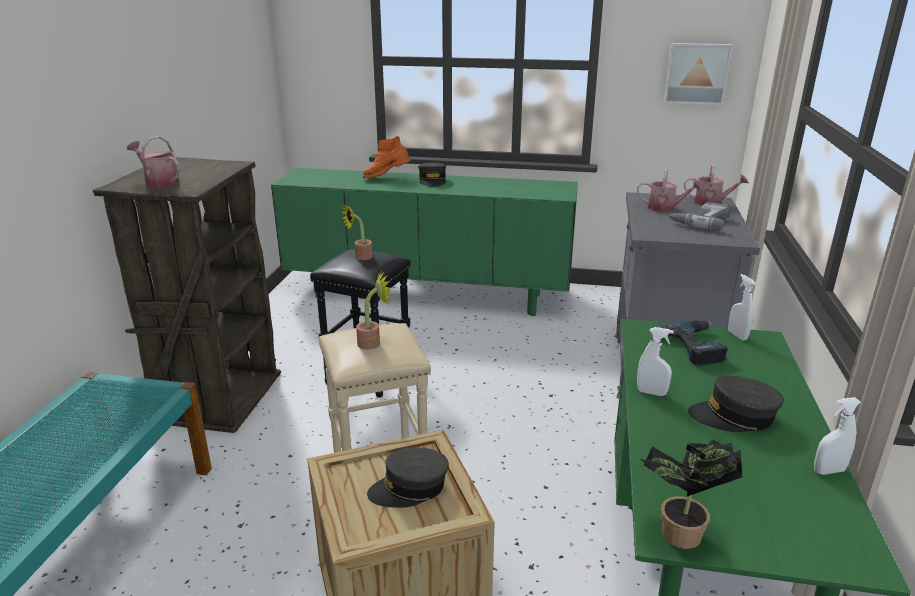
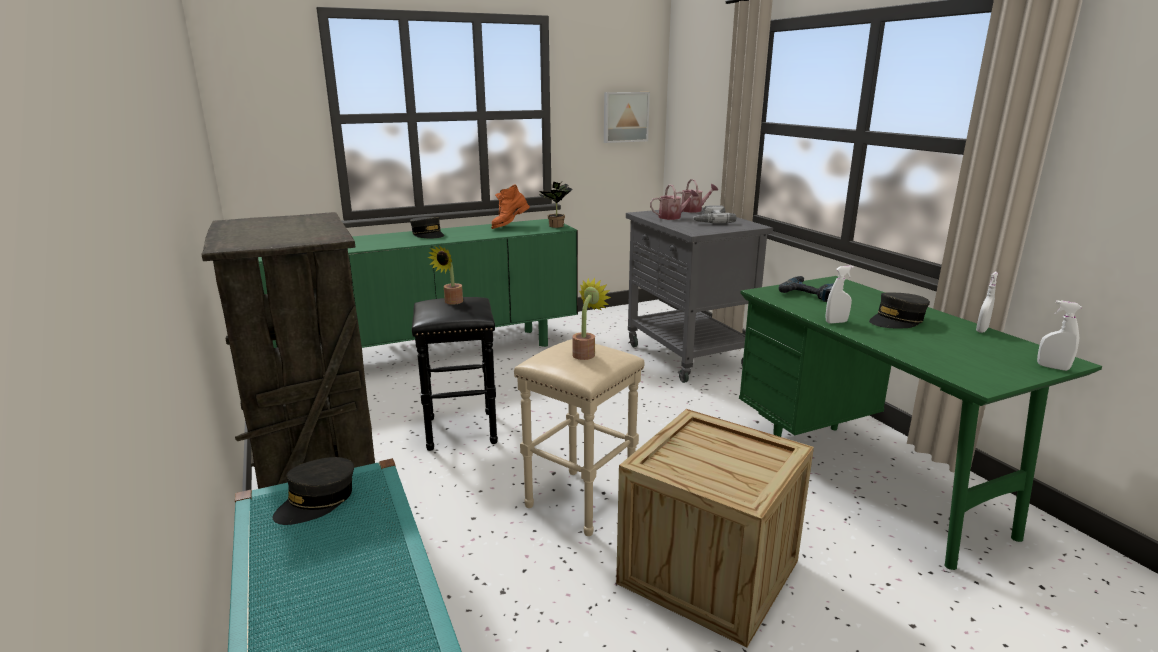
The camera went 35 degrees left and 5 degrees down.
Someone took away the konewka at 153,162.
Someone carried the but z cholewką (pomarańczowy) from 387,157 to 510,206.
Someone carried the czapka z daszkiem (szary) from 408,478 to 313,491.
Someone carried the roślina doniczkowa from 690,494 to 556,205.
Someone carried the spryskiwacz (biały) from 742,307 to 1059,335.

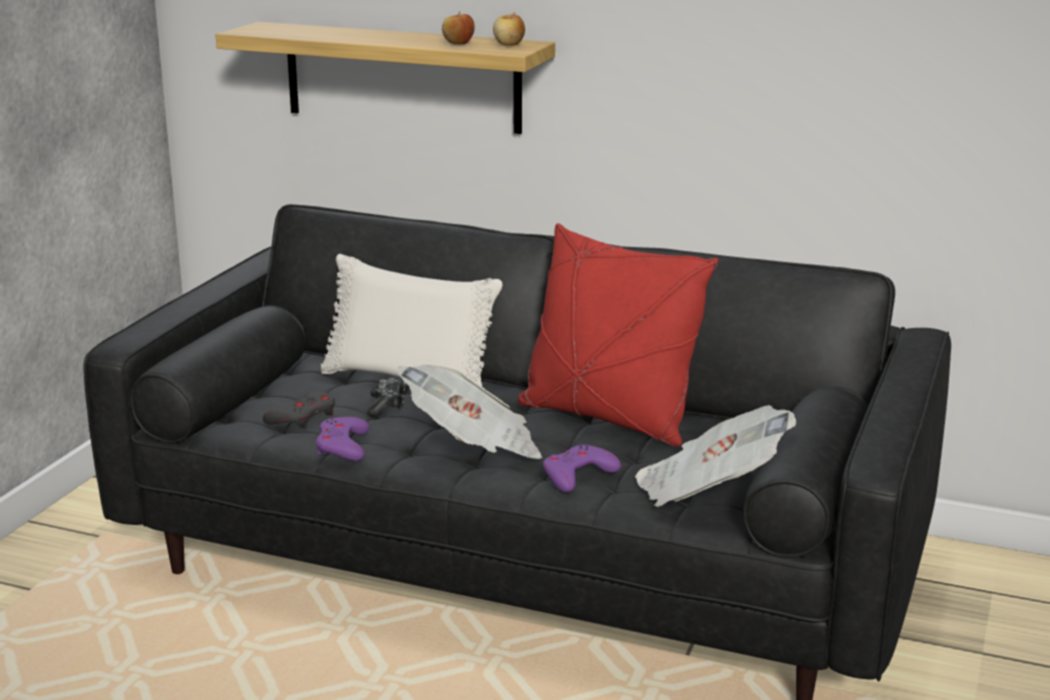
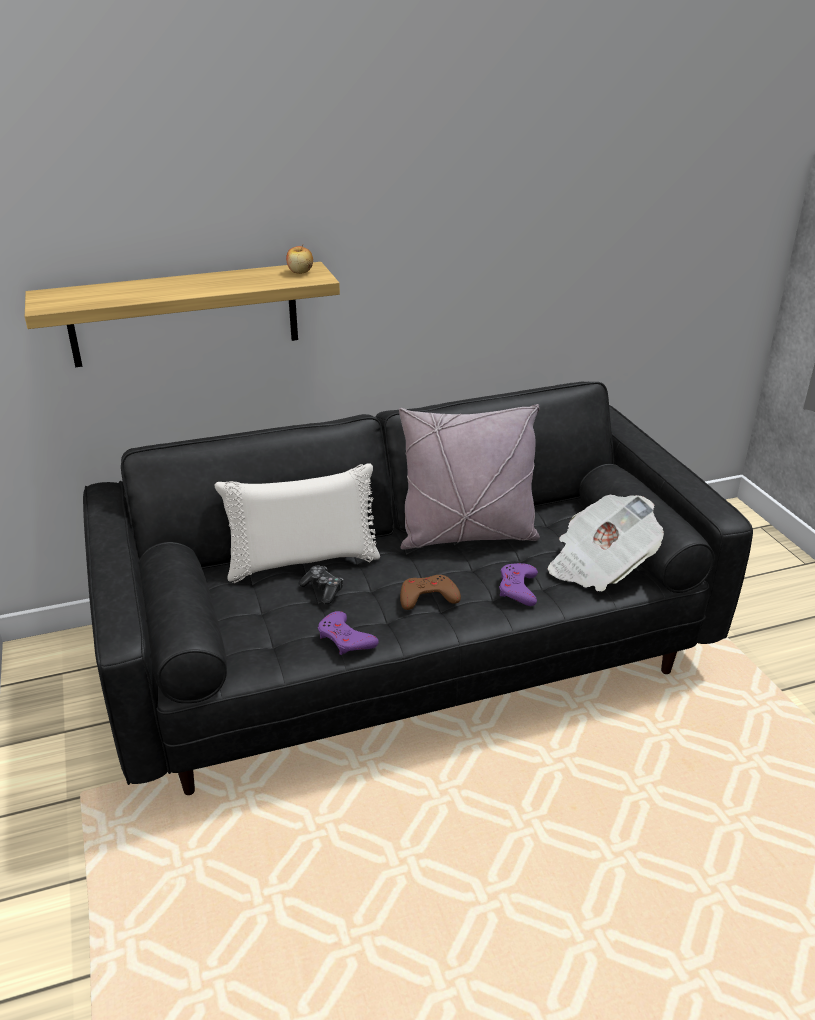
The camera went 40 degrees left and 10 degrees up.
Someone took away the pad do gier (szary) at 299,409.
Someone took away the jabłko at 458,28.
Someone swapped the gazeta at 470,412 for the pad do gier (brązowy) at 430,592.
Someone repainted the poduszka (czerwony) at 618,335, which became the poduszka (fioletowy) at 469,477.

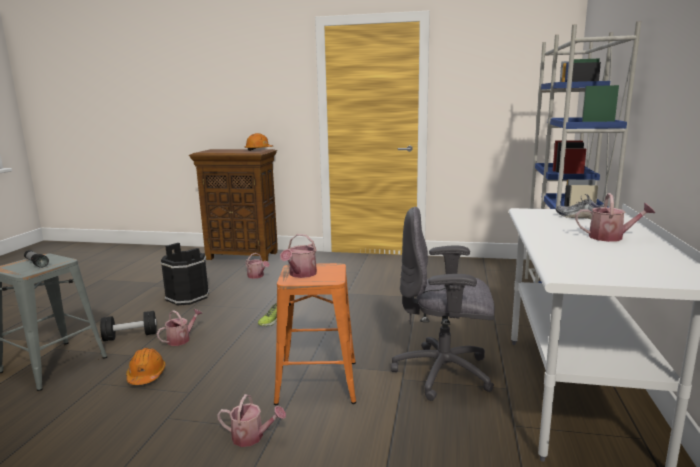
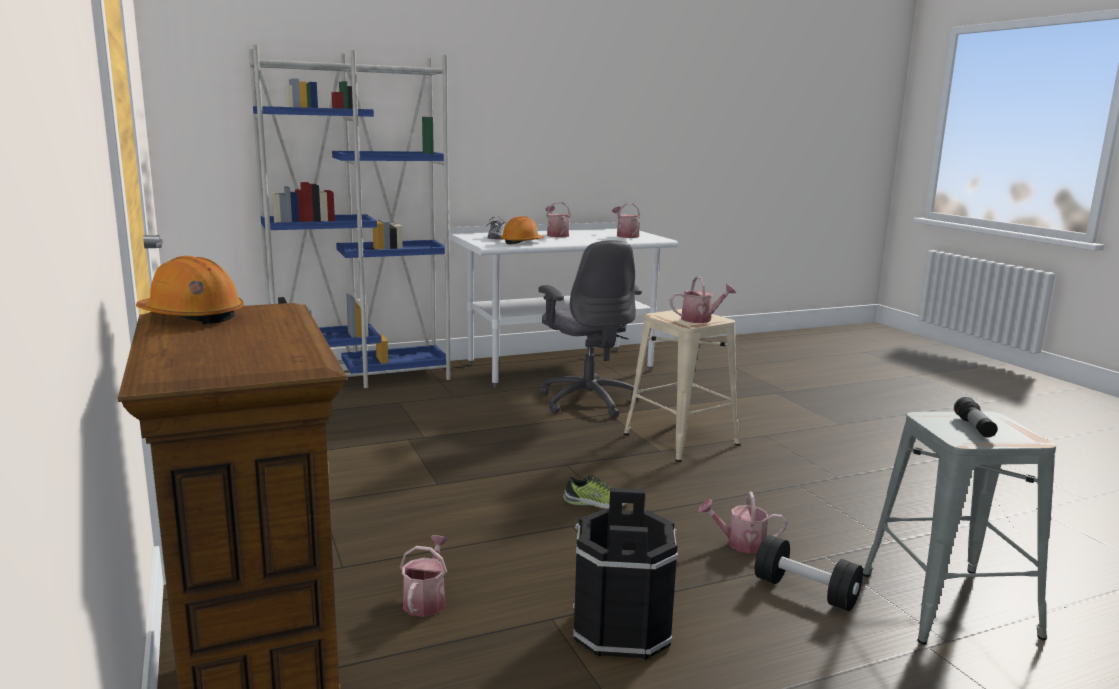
The camera went 125 degrees left and 0 degrees up.
Someone carried the kask (pomarańczowy) from 146,366 to 522,230.
Someone carried the konewka from 251,420 to 626,220.
Someone repainted the stołek (pomarańczowy) at 315,334, which became the stołek (beżowy) at 682,385.

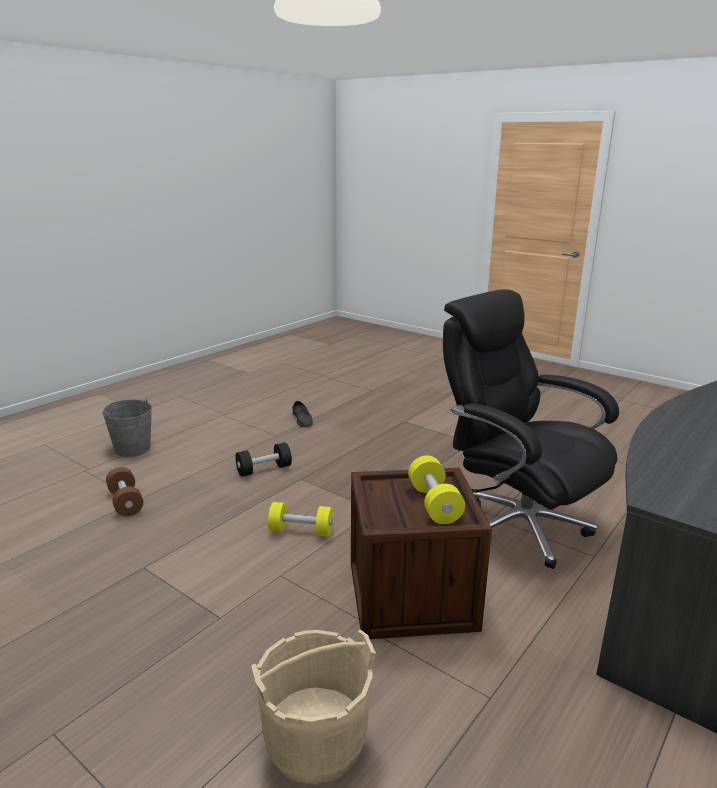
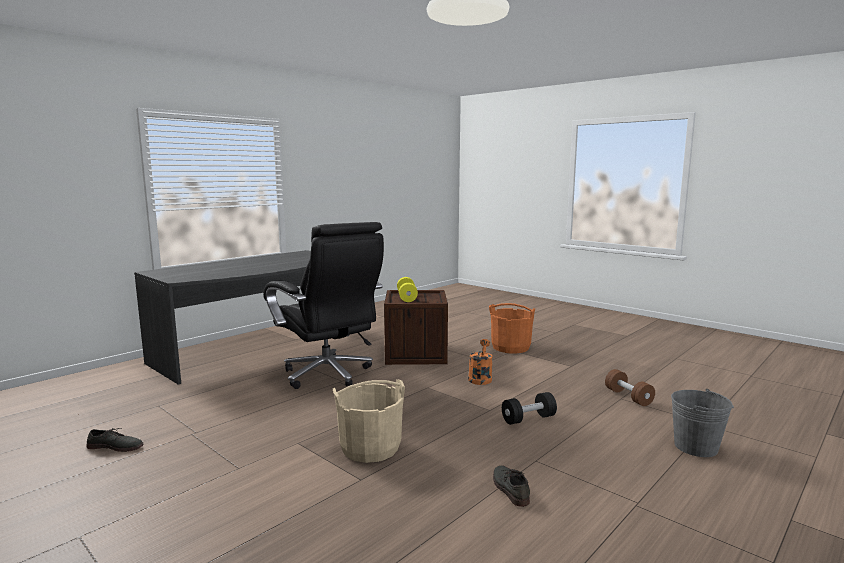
The camera went 175 degrees left and 10 degrees down.
Someone put down the but (szary) at 115,440.
Someone put down the wiadro (pomarańczowy) at 512,328.
Someone carried the wiadro (beżowy) from 313,707 to 369,421.
Someone swapped the hantel (żółty) at 300,519 for the konewka (pomarańczowy) at 480,362.

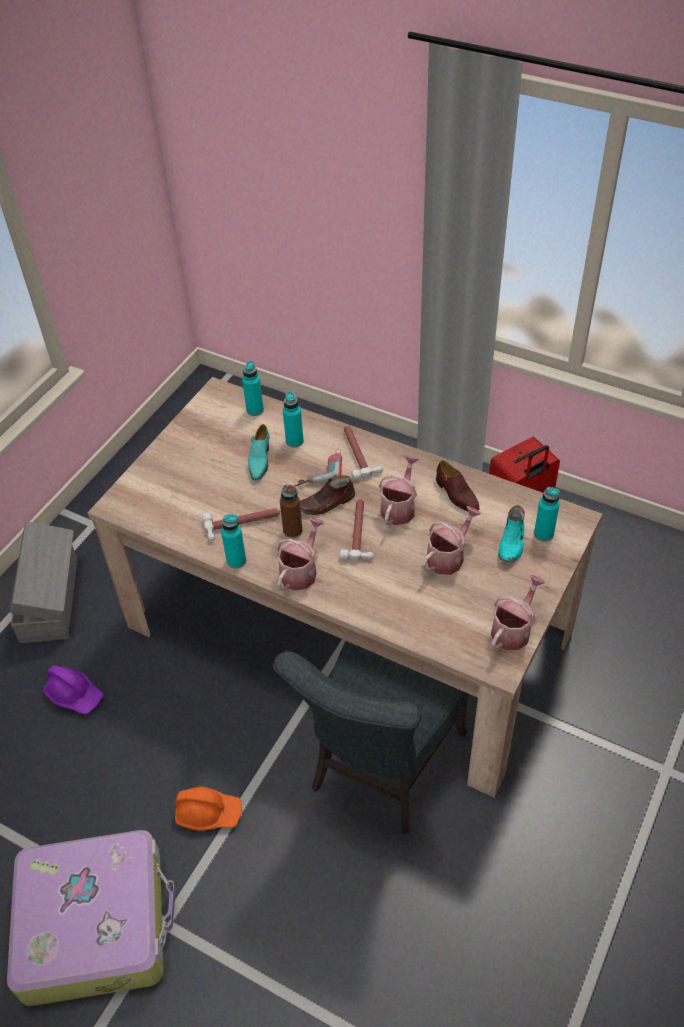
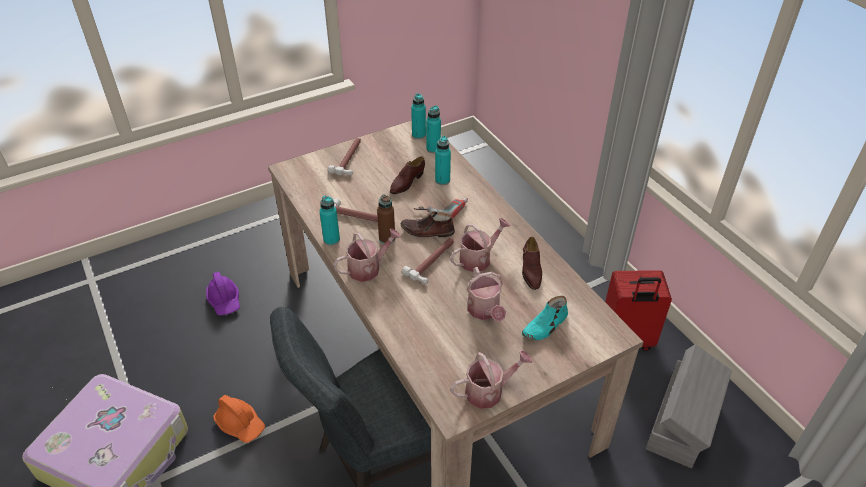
The camera went 30 degrees right and 5 degrees down.
Someone carried the pojemnik do przechowywania (szary) from 43,582 to 689,406.
Someone carried the młotek from 363,453 to 344,157.
Someone carried the butelka (turkusowy) from 547,514 to 418,116.
Someone repainted the but (turkusowy) at 259,452, which became the but (brązowy) at 407,175.
Someone rotated the konewka at 451,540 by 90 degrees clockwise.

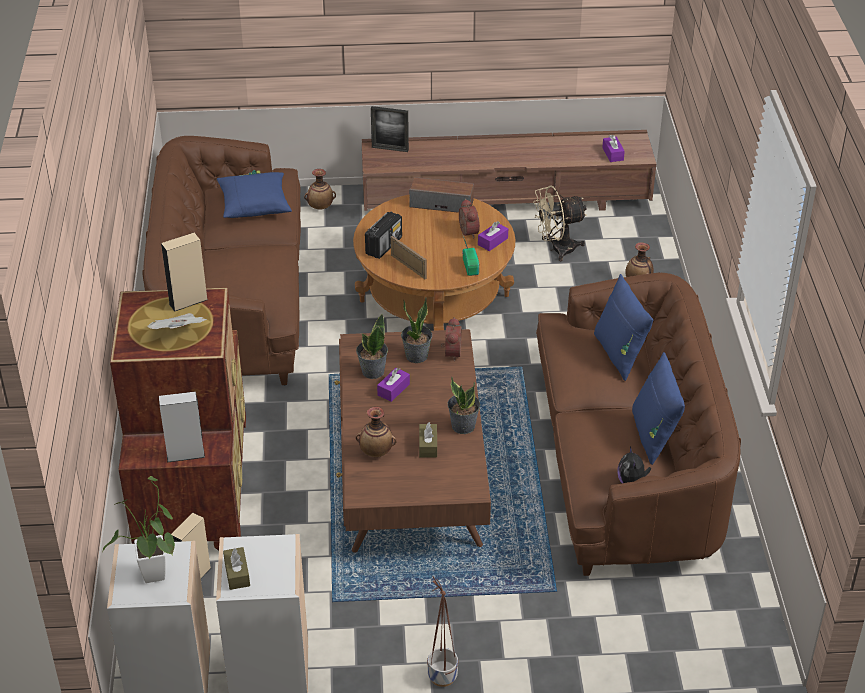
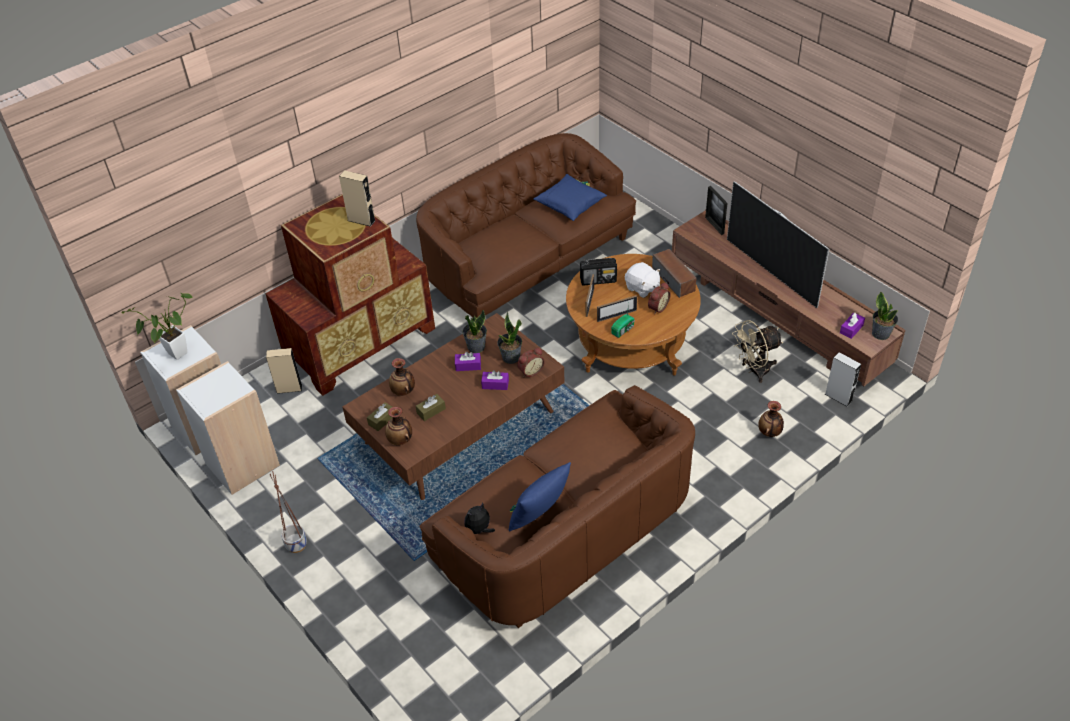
The camera went 55 degrees right and 5 degrees up.
Someone took away the gazeta at 178,321.
Someone took away the poduszka (niebieski) at 623,327.
Someone put down the ramka na zdjęcie at 617,308.
Someone put down the pluszak (biały) at 643,280.
Someone put down the telewizor at 778,244.
Someone carried the głośnik (szary) from 182,427 to 843,379.
Someone carried the pudełko chusteczek (brązowy) from 236,568 to 380,416.
Someone carried the wazon from 320,189 to 398,426.
Someone carried the roślina doniczkowa from 464,405 to 885,315.
Someone carried the pudełko chusteczek (fioletowy) from 493,236 to 495,380.
Someone rotated the wentylator (beżowy) at 560,223 by 60 degrees counterclockwise.

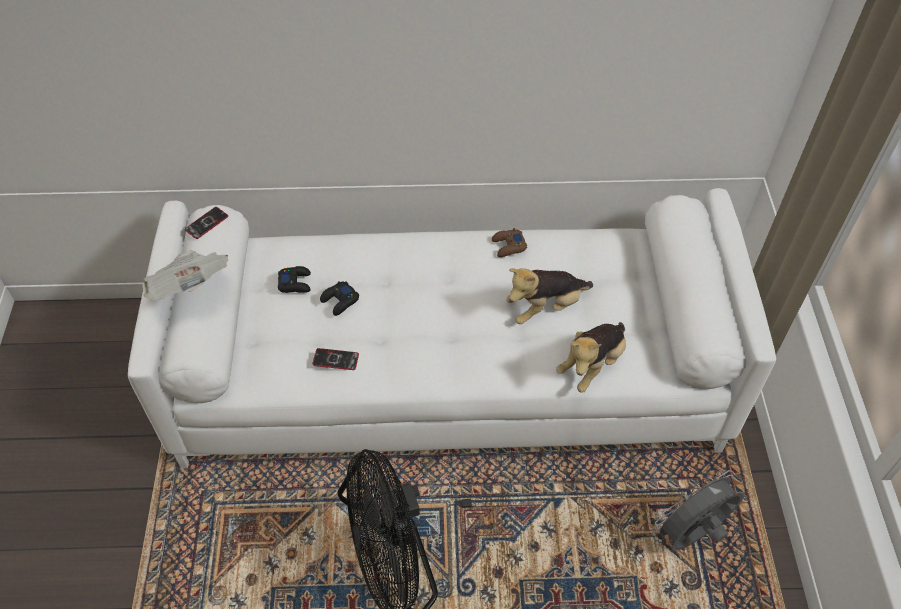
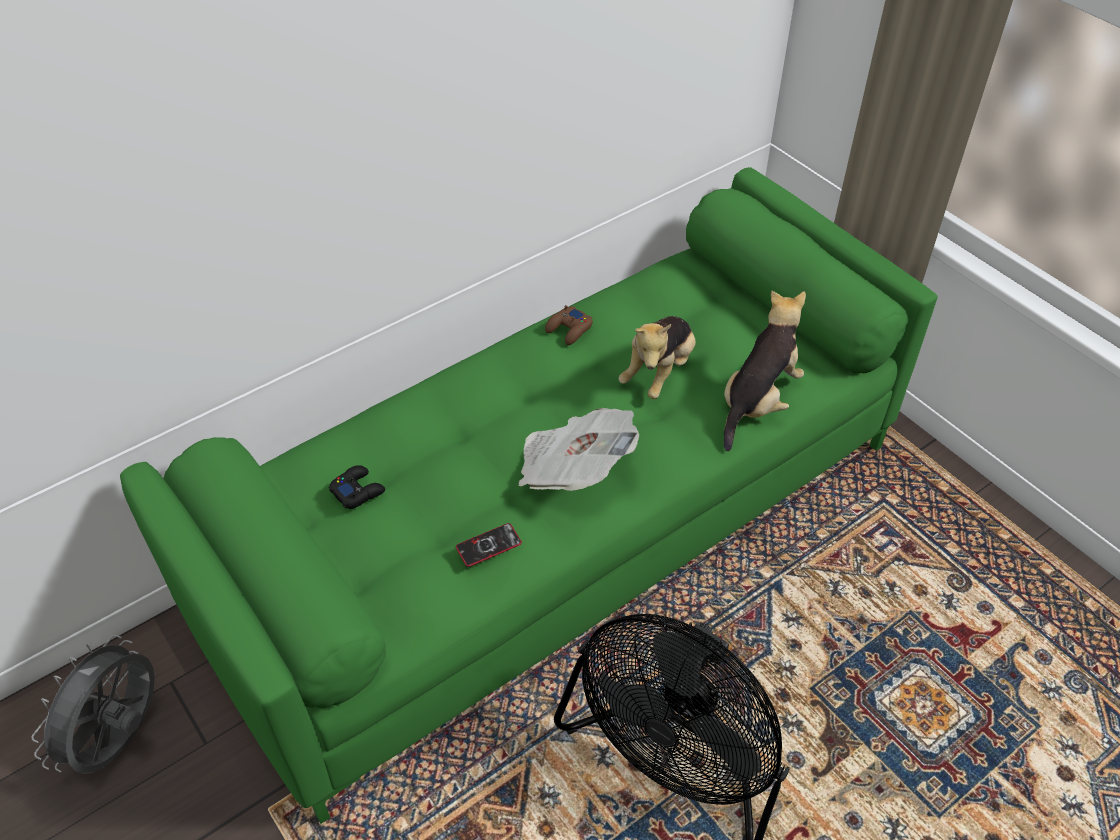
The camera went 35 degrees left and 5 degrees down.
Someone took away the telefon at 206,223.
Someone took away the pad do gier (czarny) at 339,298.
Someone carried the gazeta from 185,275 to 578,449.
Someone carried the wentylator (szary) from 698,510 to 93,704.
Someone repainted the kanapa (biały) at 452,328, which became the kanapa (zielony) at 529,495.
Someone rotated the pluszak at 591,357 by 150 degrees counterclockwise.

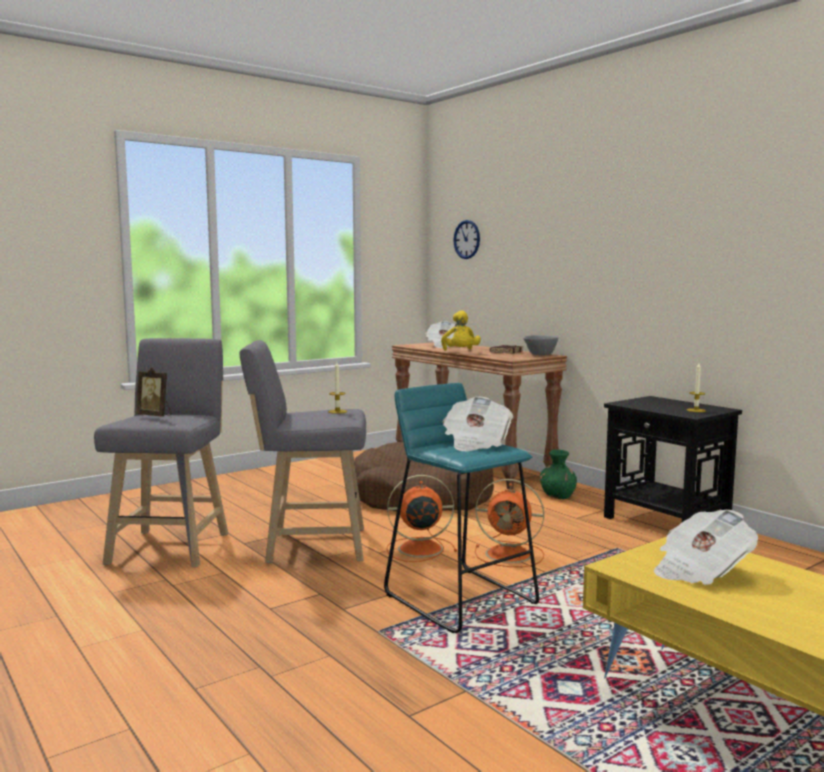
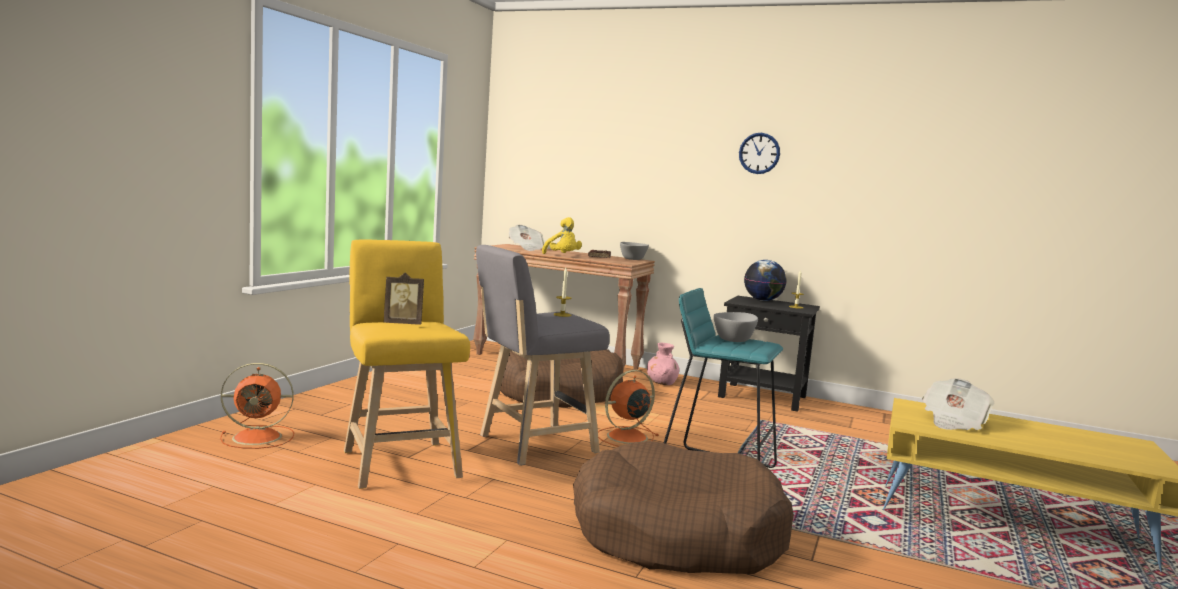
The camera went 30 degrees left and 0 degrees up.
Someone put down the legowisko (brązowy) at 683,507.
Someone put down the globus at 765,280.
Someone carried the zegar ścienny from 466,239 to 759,153.
Someone carried the wentylator (pomarańczowy) from 509,523 to 257,406.
Someone swapped the gazeta at 478,423 for the miska (szary) at 736,327.
Someone repainted the stołek (szary) at 161,453, which became the stołek (żółty) at 407,364.
Someone repainted the wazon (zielony) at 558,474, which became the wazon (różowy) at 663,364.

